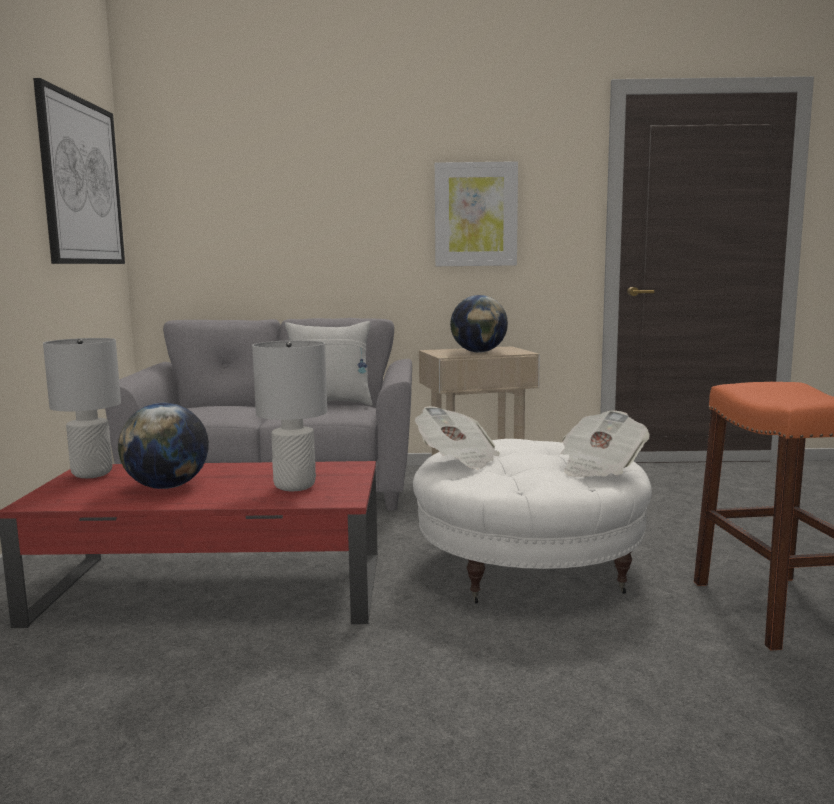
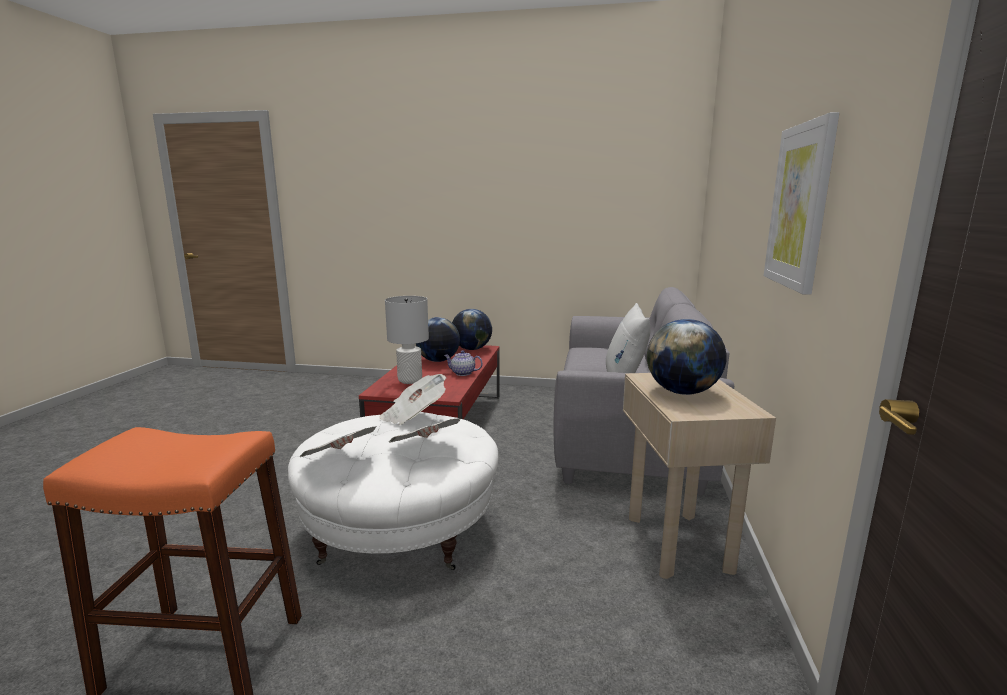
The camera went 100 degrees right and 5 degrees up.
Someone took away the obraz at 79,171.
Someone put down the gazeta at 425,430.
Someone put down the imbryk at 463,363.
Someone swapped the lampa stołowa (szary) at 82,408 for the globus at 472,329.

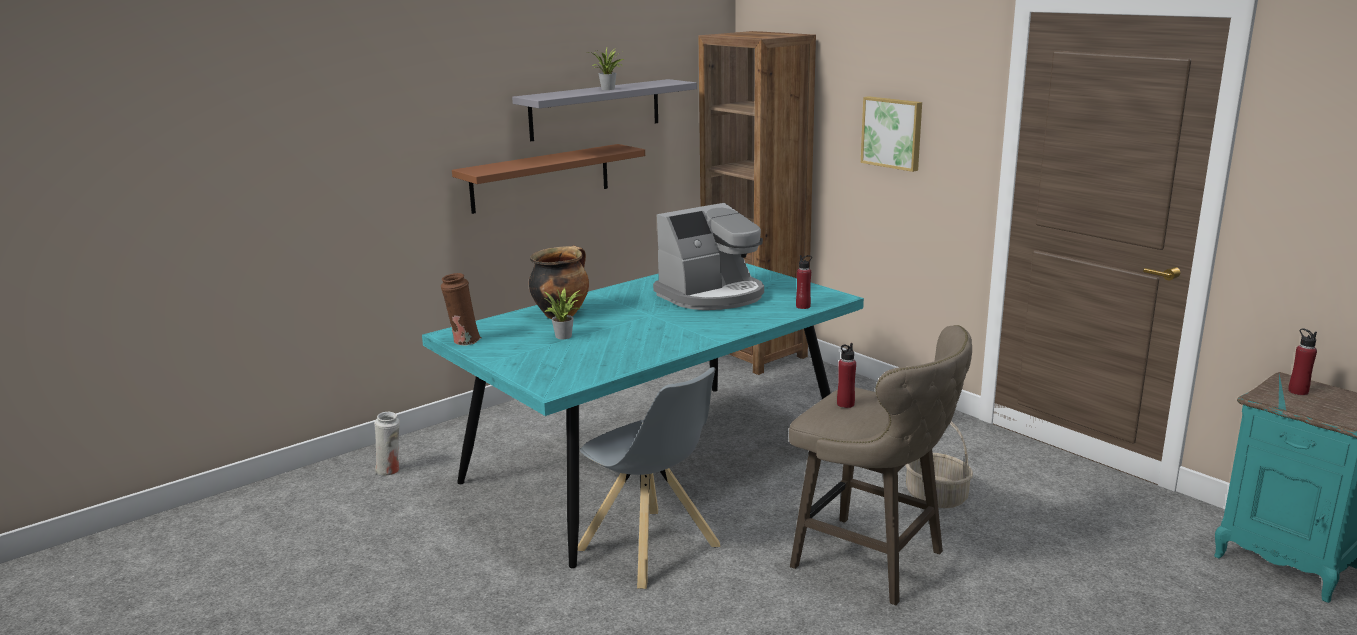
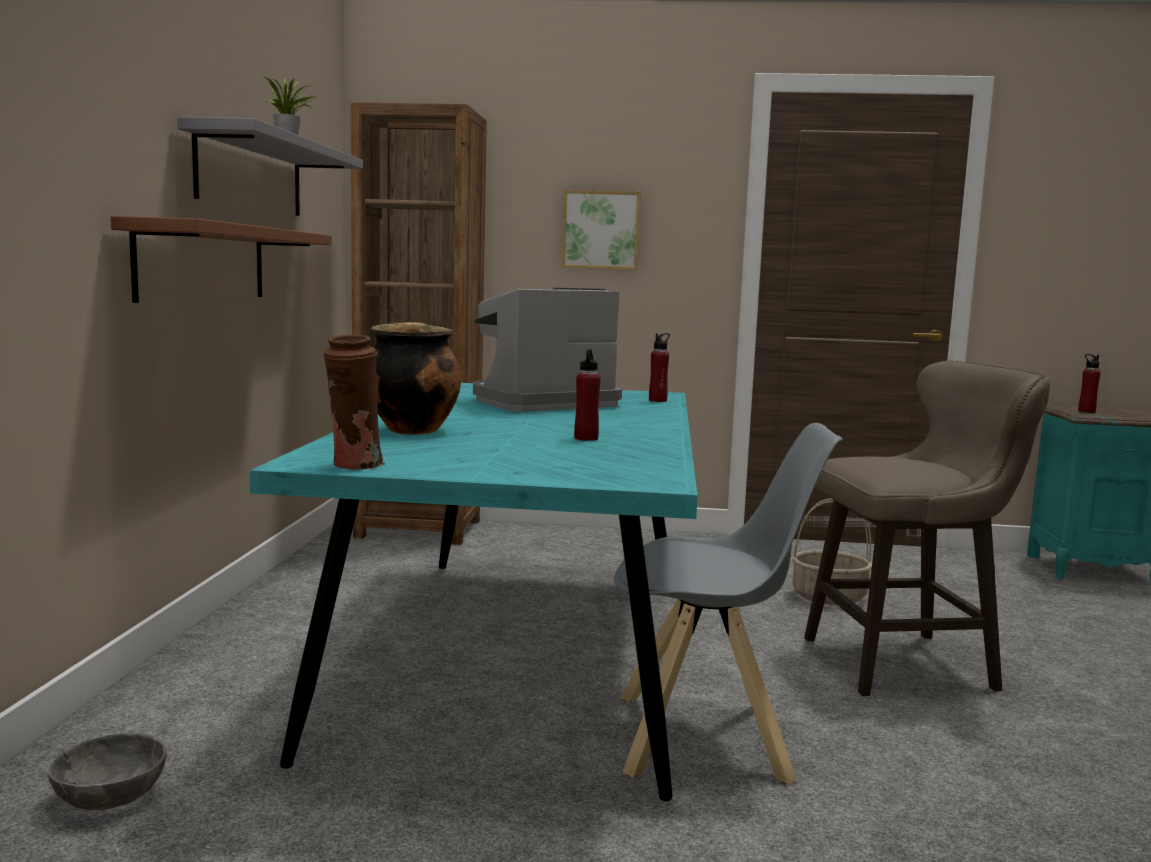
The camera went 45 degrees left and 10 degrees down.
Someone took away the roślina doniczkowa at 563,313.
Someone carried the butelka (czerwony) from 846,375 to 587,395.
Someone swapped the wazon (biały) at 387,444 for the miska (szary) at 107,771.
Someone rotated the ekspres do kawy at 708,256 by 135 degrees counterclockwise.

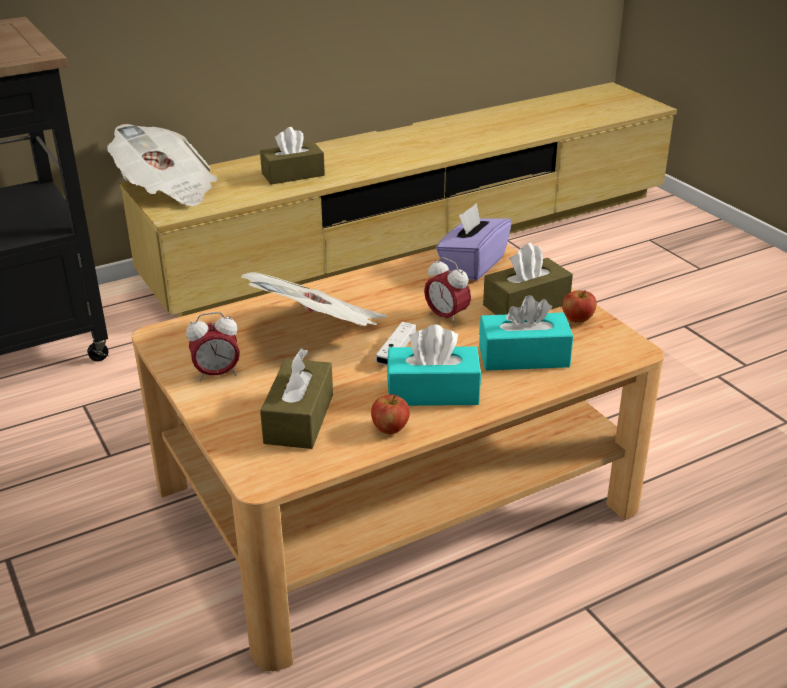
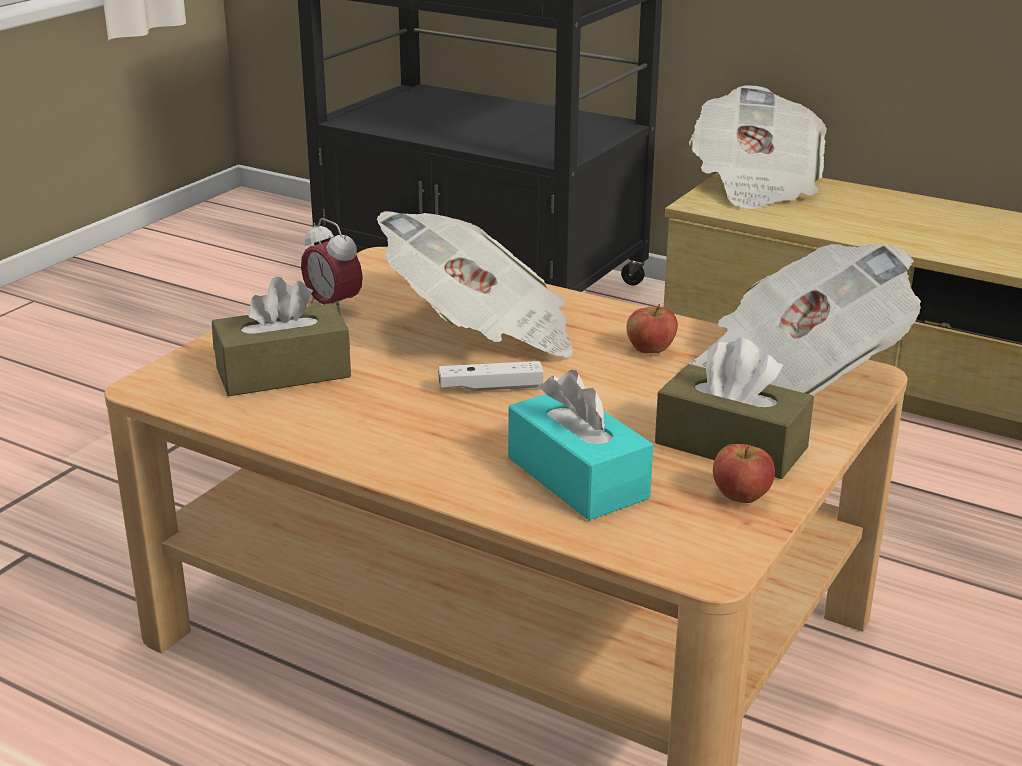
The camera went 60 degrees right and 5 degrees down.
Someone took away the pudełko chusteczek (brązowy) at 292,155.
Someone took away the pudełko chusteczek (turkusowy) at 434,365.
Someone took away the budzik at 447,291.
Someone carried the jabłko from 390,414 to 652,328.
Someone swapped the pudełko chusteczek (fioletowy) at 474,242 for the gazeta at 804,319.

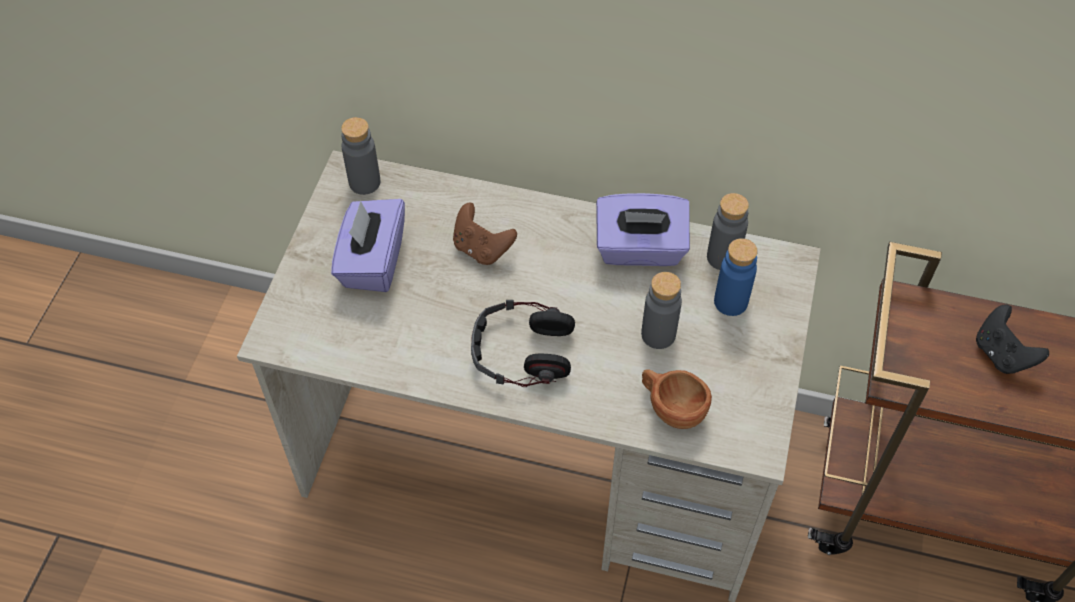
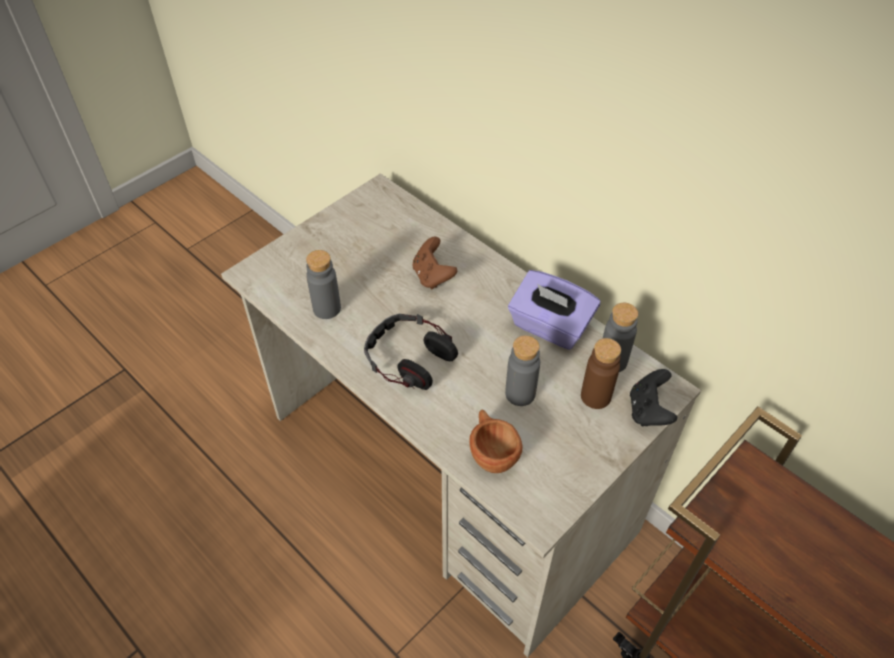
The camera went 30 degrees right and 5 degrees down.
Someone took away the pudełko chusteczek (fioletowy) at 368,245.
Someone carried the butelka (szary) from 361,156 to 323,284.
Someone carried the pad do gier (czarny) from 1012,339 to 653,397.
Someone repainted the butelka (niebieski) at 736,277, which became the butelka (brązowy) at 601,373.

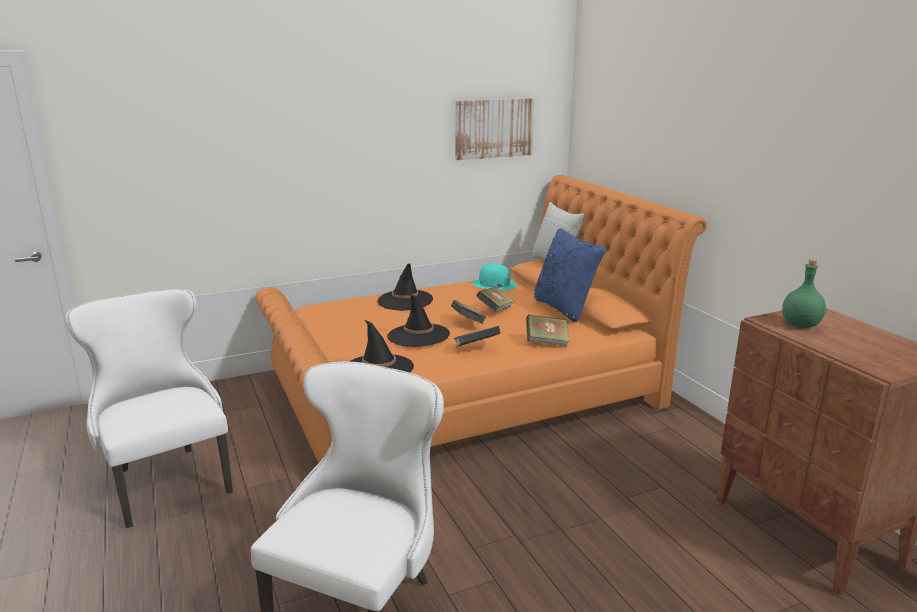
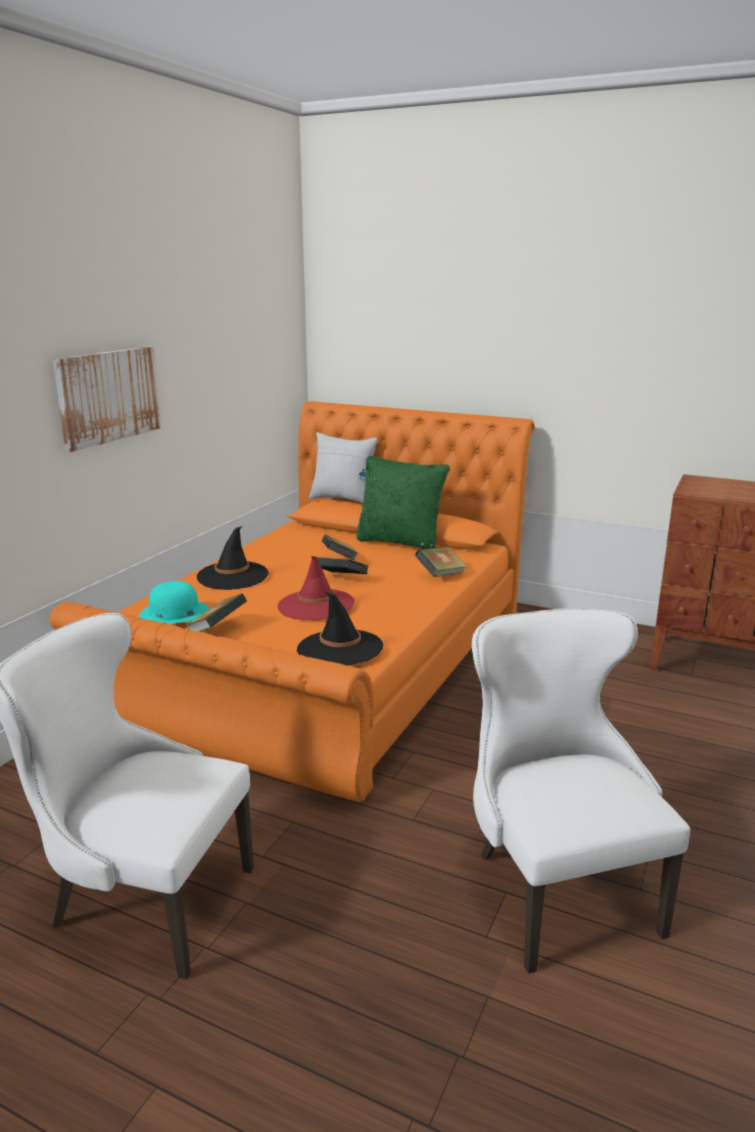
The camera went 40 degrees left and 0 degrees up.
Someone took away the butelka (zielony) at 804,293.
Someone carried the książka from 477,336 to 216,612.
Someone carried the obraz from 494,129 to 107,399.
Someone carried the kapelusz (turkusowy) from 494,277 to 174,602.
Someone repainted the kapelusz (czarny) at 418,320, which became the kapelusz (czerwony) at 316,588.
Someone repainted the poduszka (niebieski) at 570,275, which became the poduszka (zielony) at 403,502.

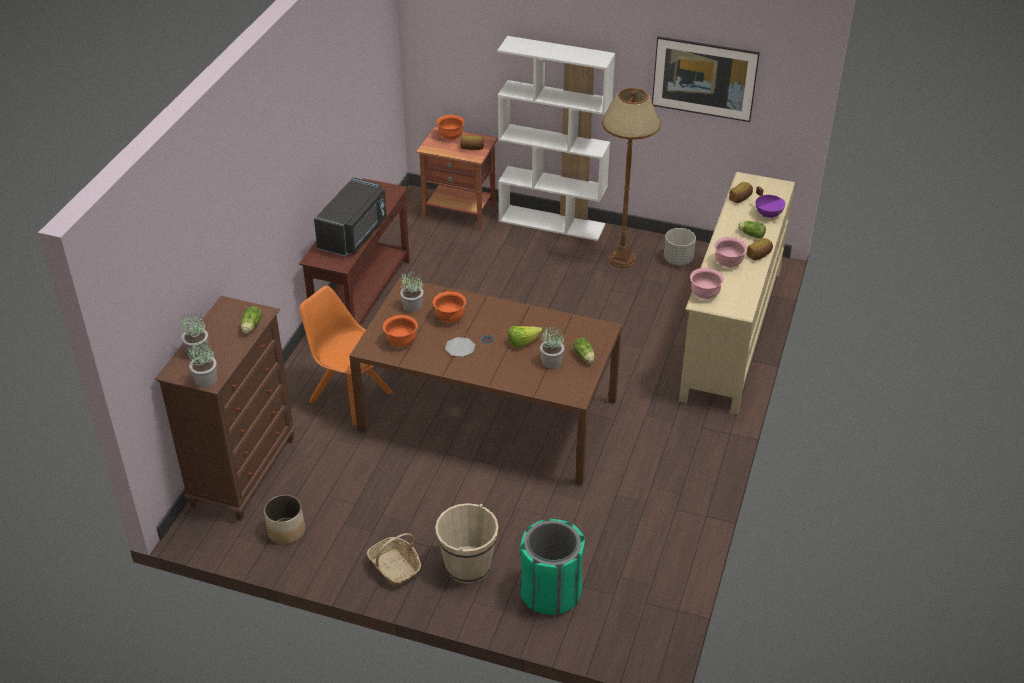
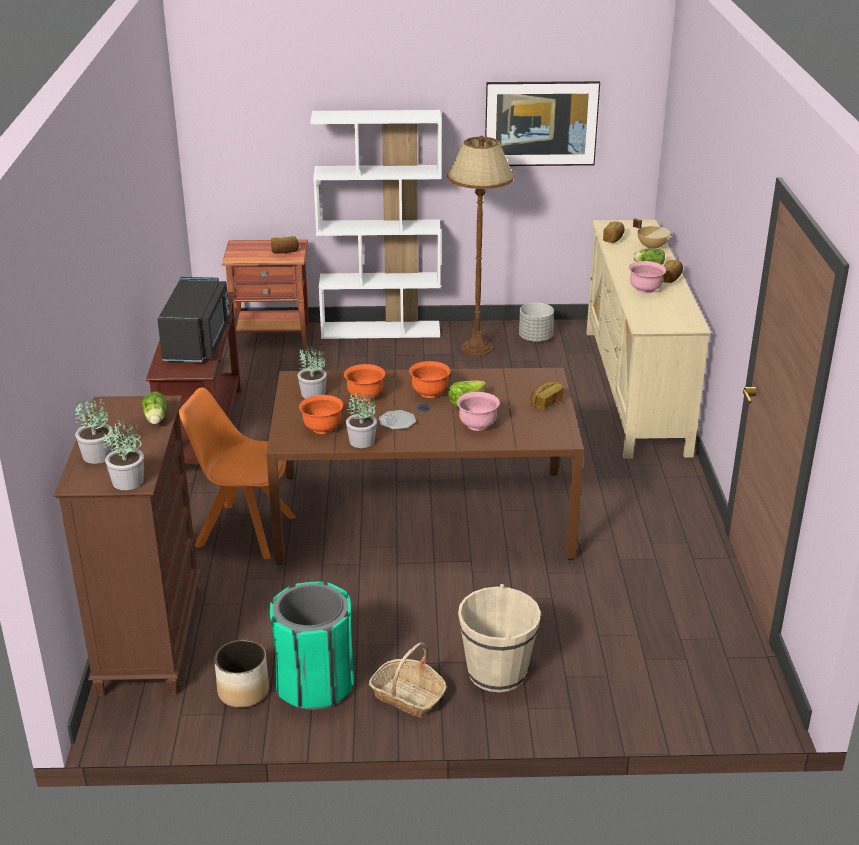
The camera went 20 degrees left and 10 degrees down.
Someone carried the miska (pomarańczowy) from 450,127 to 429,379.
Someone carried the kosz na śmieci (zielony) from 552,567 to 312,645.
Someone carried the roślina doniczkowa from 552,347 to 361,420.
Someone carried the miska (różowy) from 707,284 to 478,411.
Someone swapped the sałata at 584,350 for the chleb at 547,395.
Someone repainted the garnek (fioletowy) at 770,202, which became the garnek (beżowy) at 652,233.

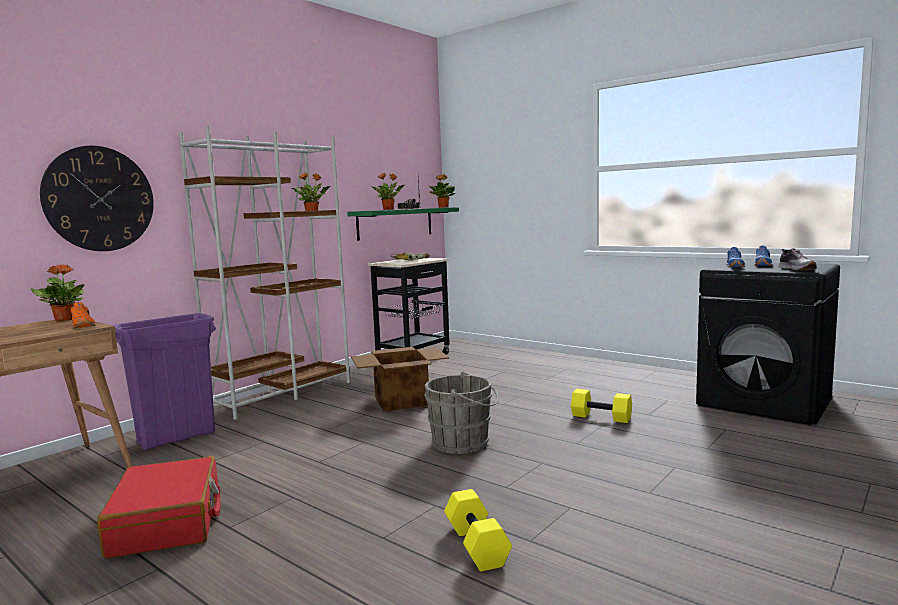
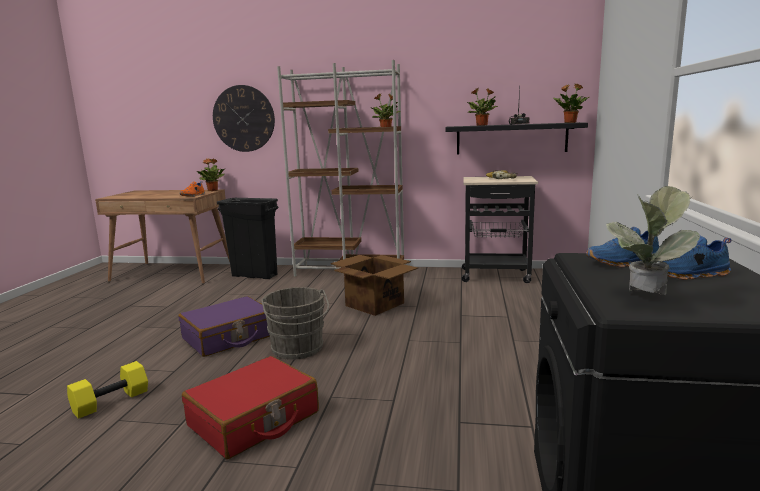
The camera went 60 degrees right and 5 degrees up.
Someone took away the hantel (żółty) at 601,406.
Someone put down the walizka (fioletowy) at 224,326.
Someone carried the walizka (czerwony) from 159,507 to 250,407.
Someone swapped the but at 798,259 for the roślina doniczkowa at 653,240.
Someone repainted the kosz na śmieci (fioletowy) at 164,381, which became the kosz na śmieci (czarny) at 248,238.
Someone repainted the półka (zielony) at 403,224, which became the półka (czarny) at 516,138.

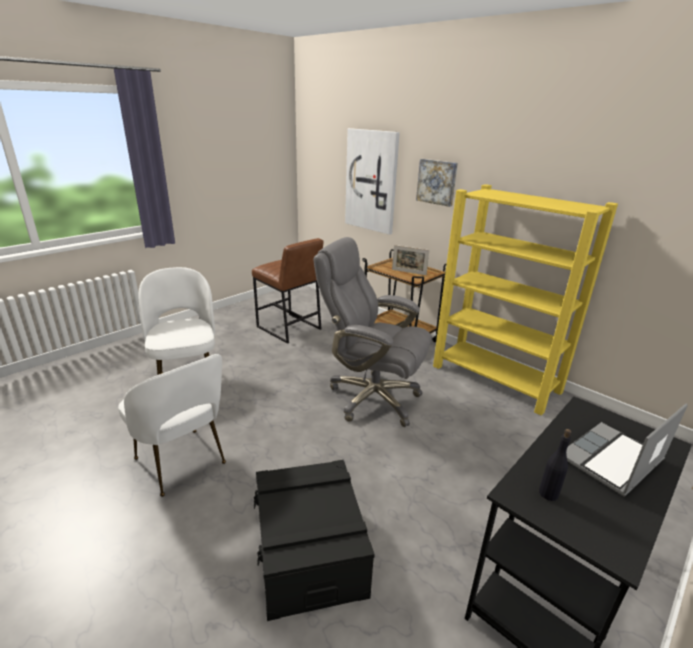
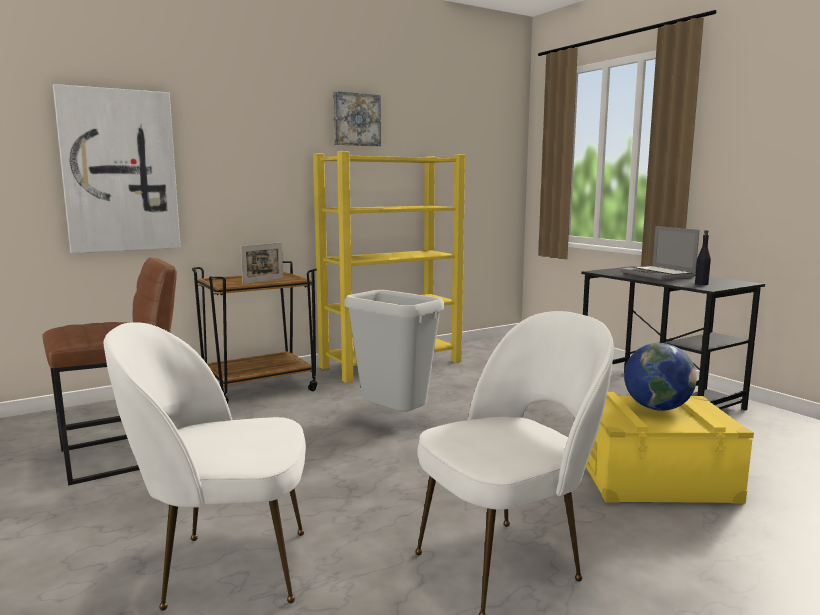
The camera went 75 degrees left and 15 degrees down.
Someone put down the globus at 660,377.
Someone carried the obraz from 437,183 to 357,118.
Someone swapped the krzesło biurowe (szary) at 372,332 for the kosz na śmieci (szary) at 394,351.
Someone repainted the pojemnik do przechowywania (czarny) at 314,540, which became the pojemnik do przechowywania (żółty) at 670,448.

